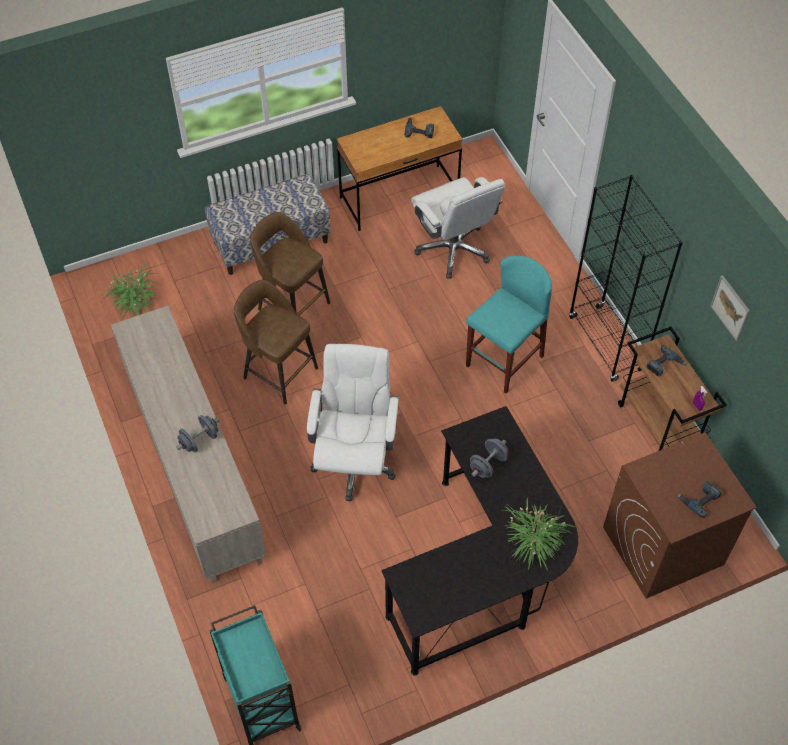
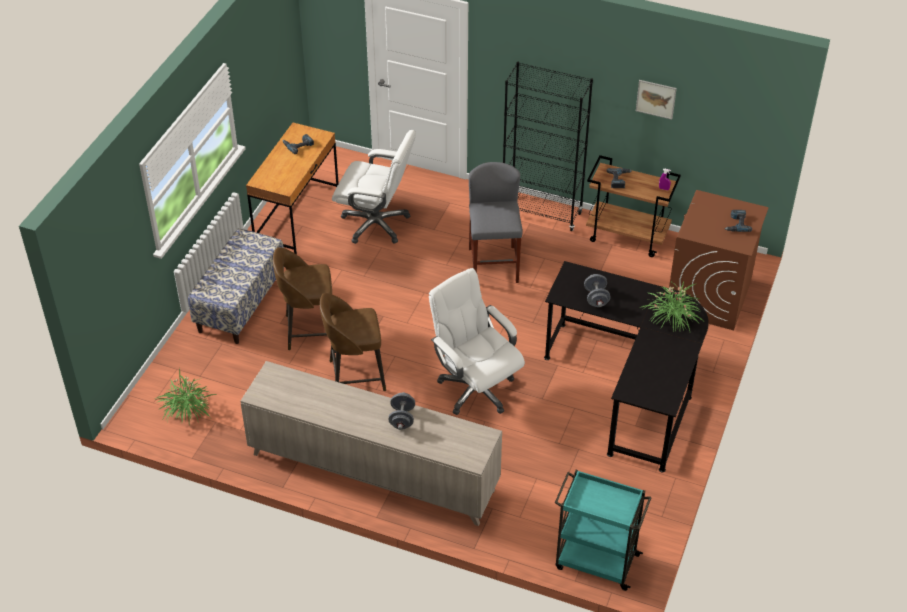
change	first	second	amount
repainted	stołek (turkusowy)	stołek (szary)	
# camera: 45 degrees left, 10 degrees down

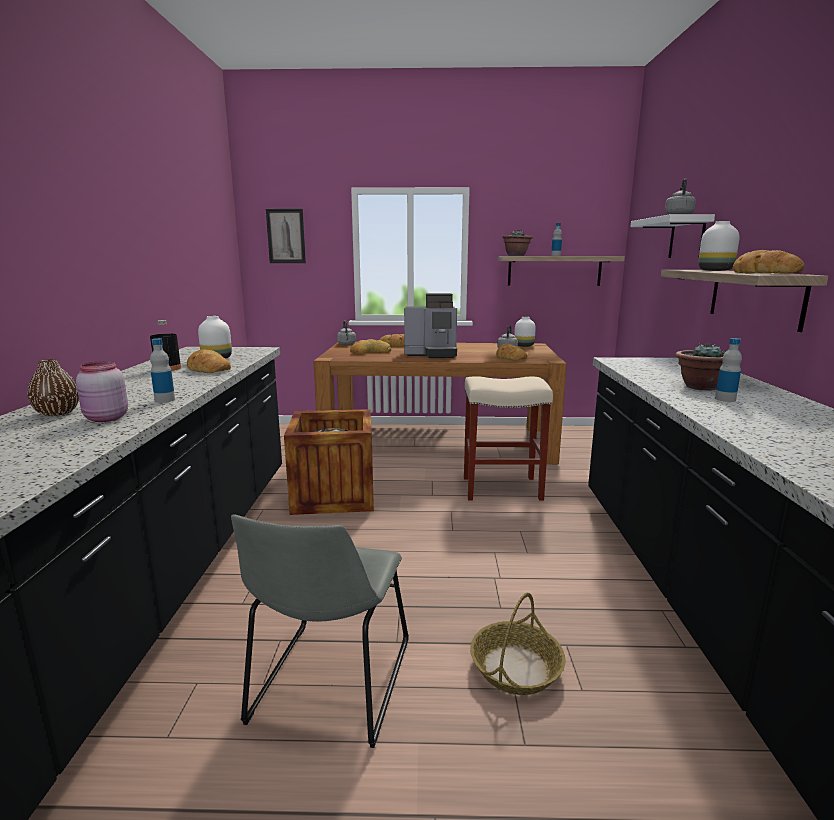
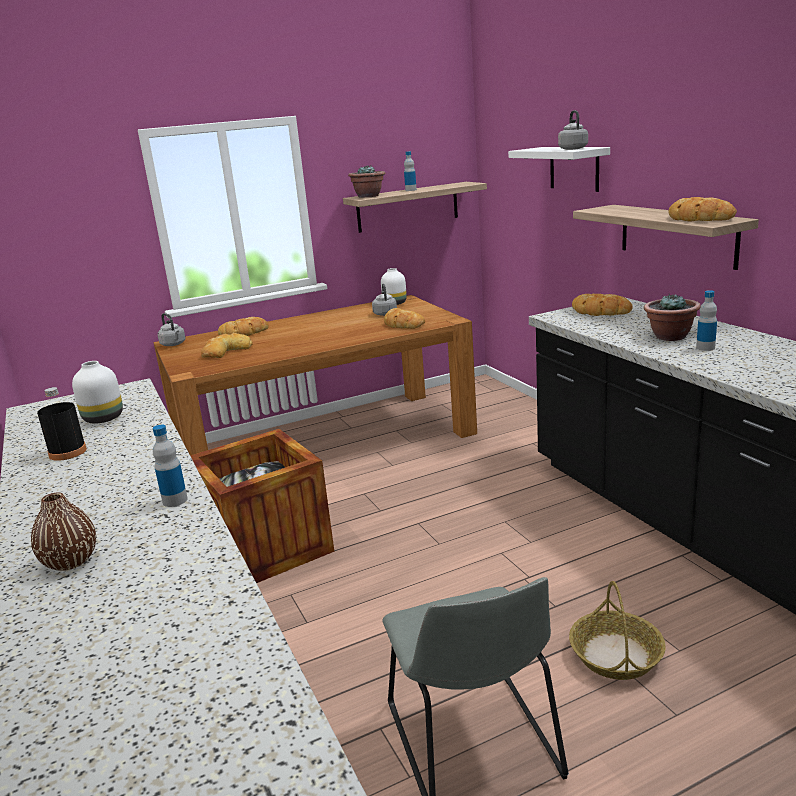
change	first	second	amount
gone	słoik (różowy)		
shifted	chleb (no. 1 from left in the first image)	chleb (no. 4 from left)	
gone	obraz		
gone	ekspres do kawy		
gone	stołek (beżowy)		
gone	wazon (biały) (no. 3 from left)		
# camera: 25 degrees left, 5 degrees up

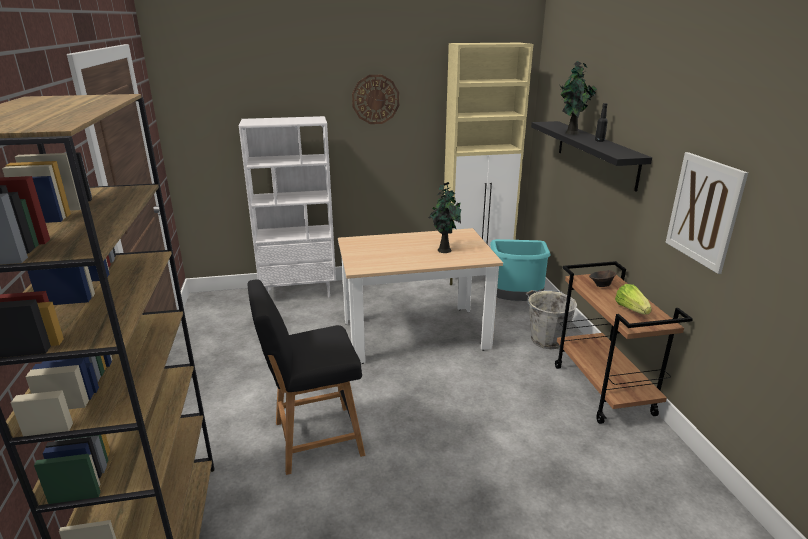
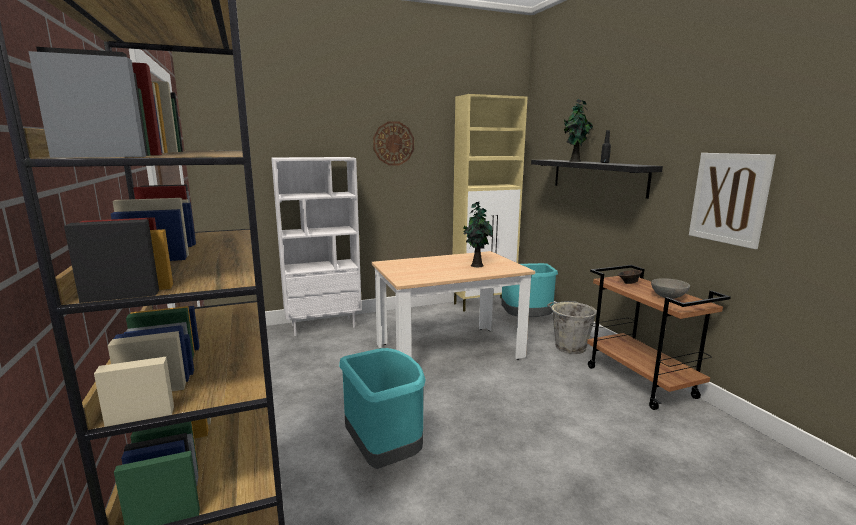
change	first	second	amount
swapped	stołek (czarny)	kosz na śmieci (turkusowy) (no. 1 from left)	
swapped	sałata	miska (szary)	
# camera: 10 degrees left, 10 degrees down

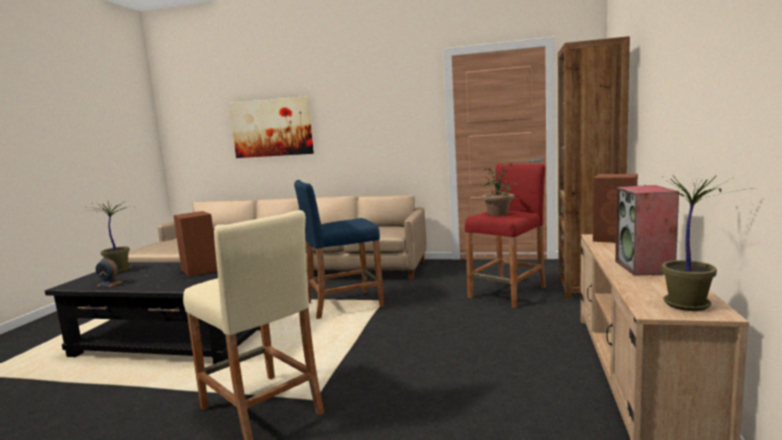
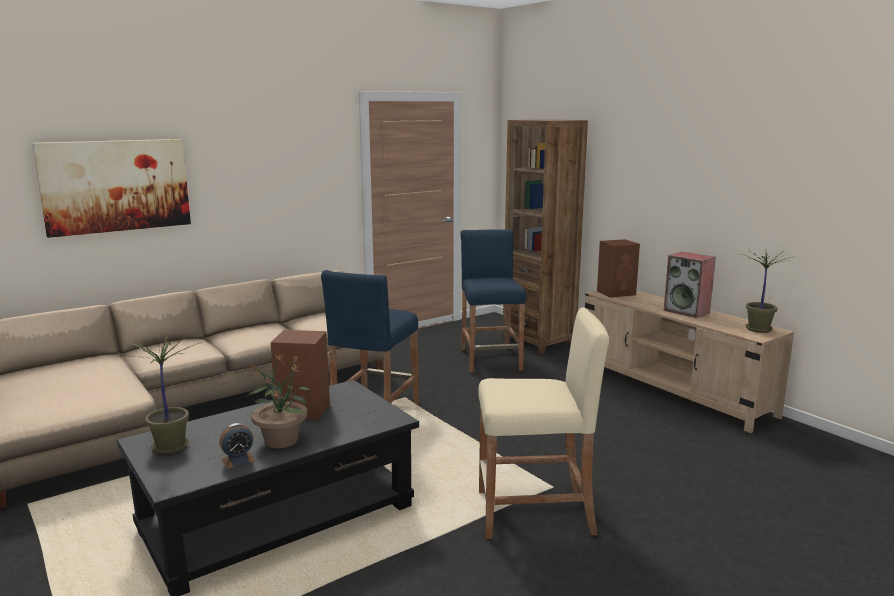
change	first	second	amount
repainted	stołek (czerwony)	stołek (niebieski) (no. 2 from left)	
shifted	roślina doniczkowa (no. 2 from left)		
# camera: 50 degrees left, 5 degrees up

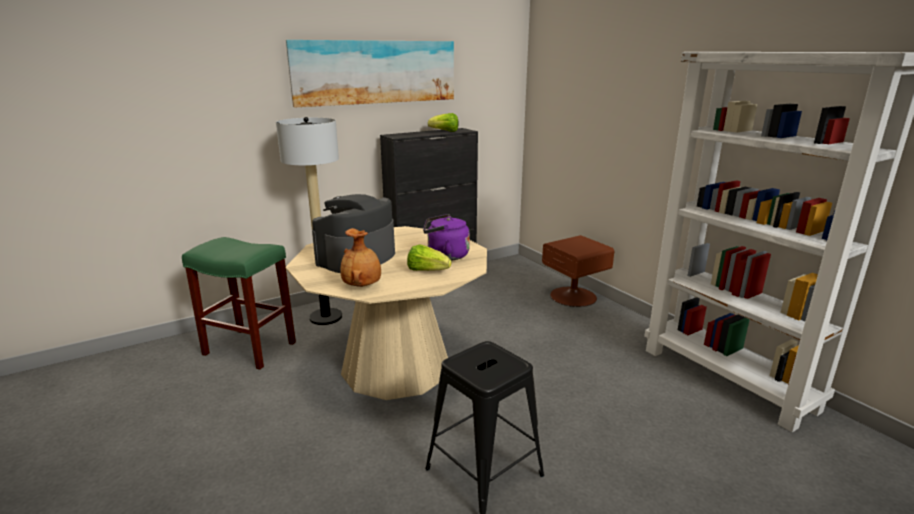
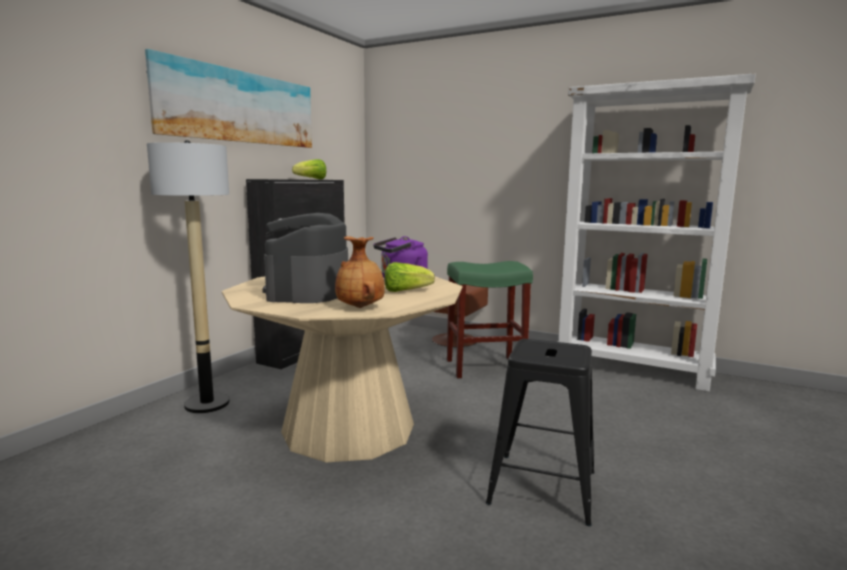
change	first	second	amount
shifted	stołek (zielony)		
# camera: 30 degrees left, 10 degrees down

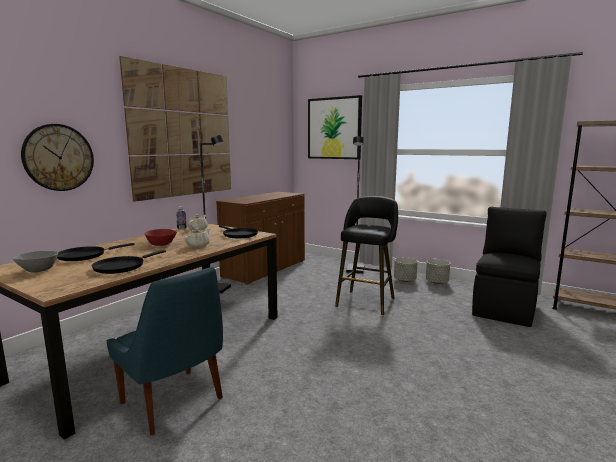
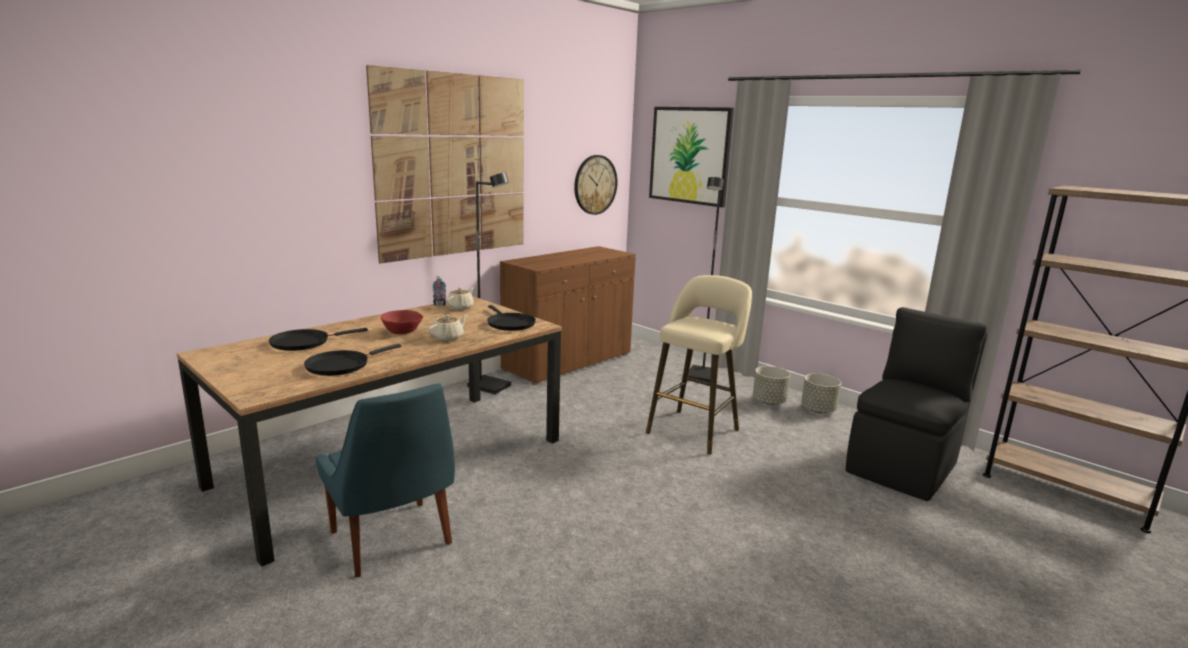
change	first	second	amount
gone	miska (szary)		
shifted	zegar ścienny		
repainted	stołek (czarny)	stołek (beżowy)	
# camera: 10 degrees right, 5 degrees up

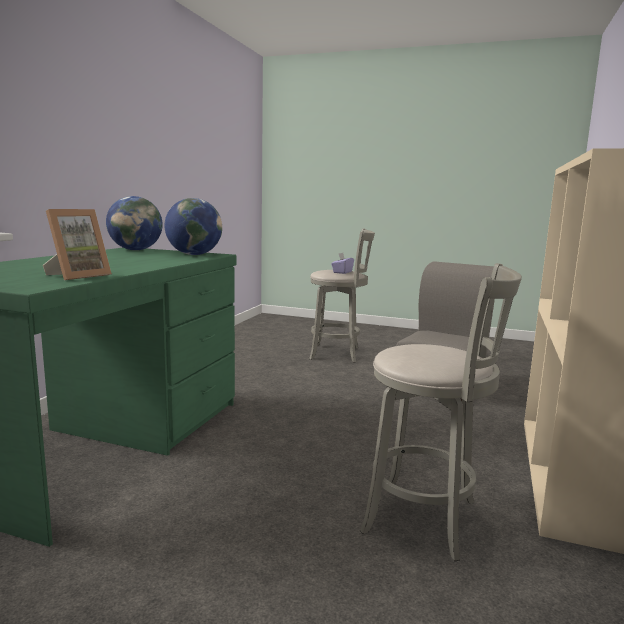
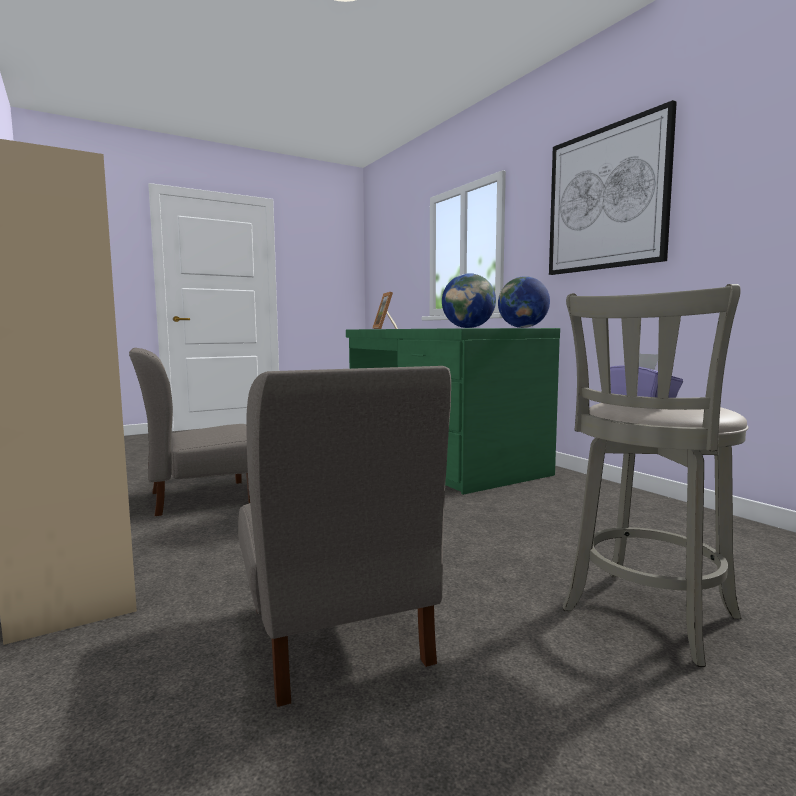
change	first	second	amount
swapped	stołek (szary) (no. 2 from left)	krzesło (szary) (no. 1 from left)	
new		obraz	
# camera: 130 degrees right, 5 degrees down

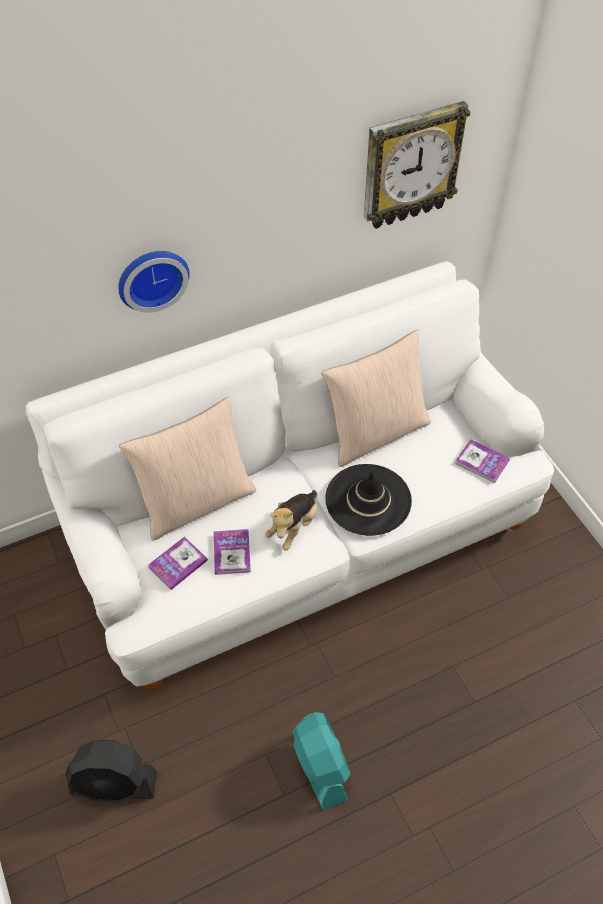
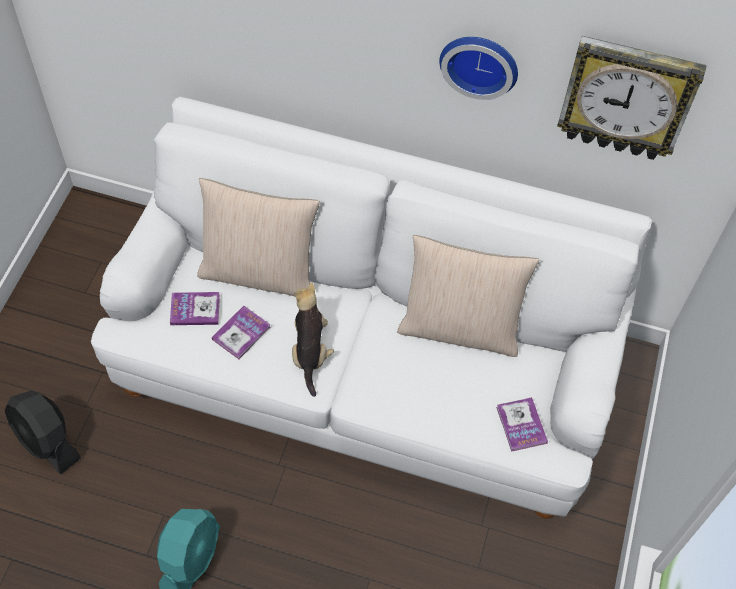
change	first	second	amount
shifted	zegar ścienny (no. 1 from left)		
rotated	pluszak		105 degrees clockwise
gone	kapelusz (czarny)		
# camera: 40 degrees right, 5 degrees up

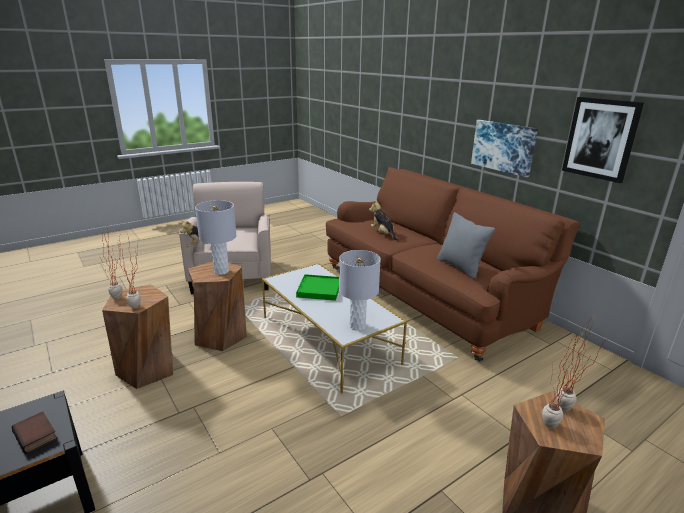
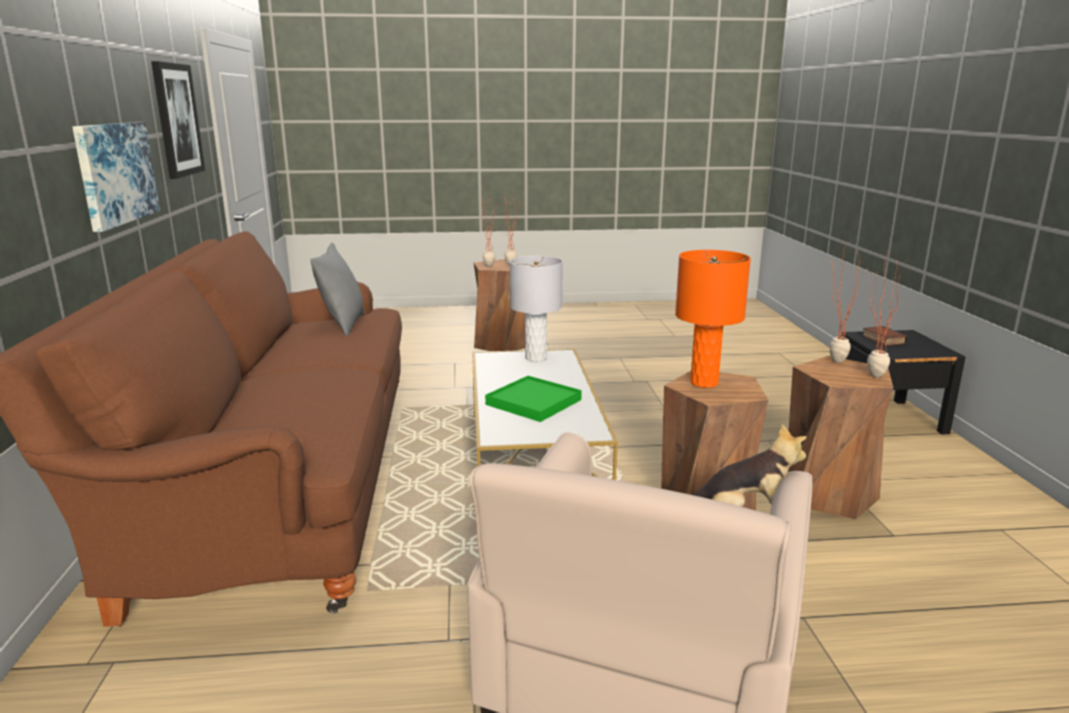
change	first	second	amount
repainted	lampa stołowa (szary) (no. 1 from left)	lampa stołowa (pomarańczowy)	
gone	pluszak (no. 2 from left)		
# camera: 150 degrees left, 5 degrees down

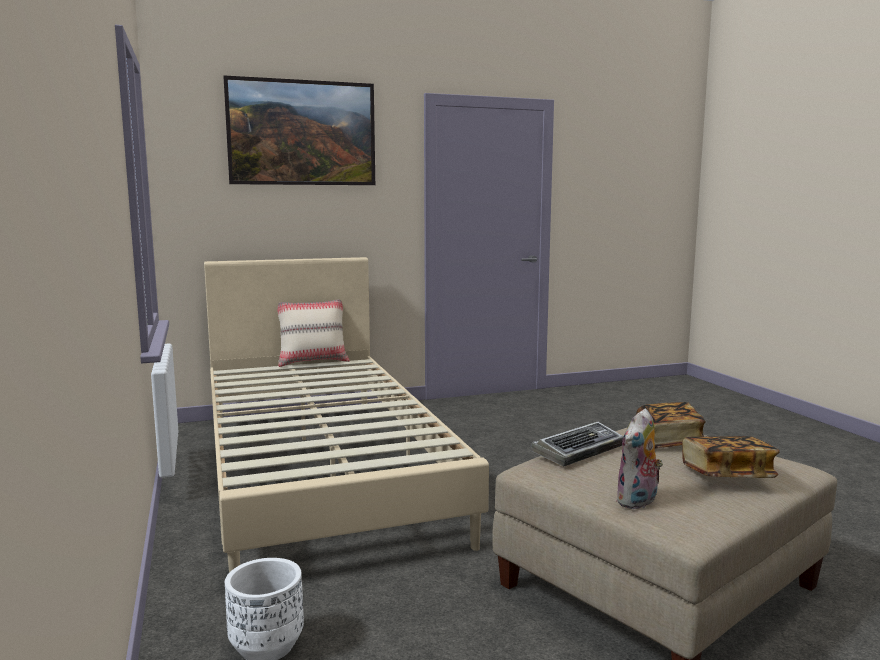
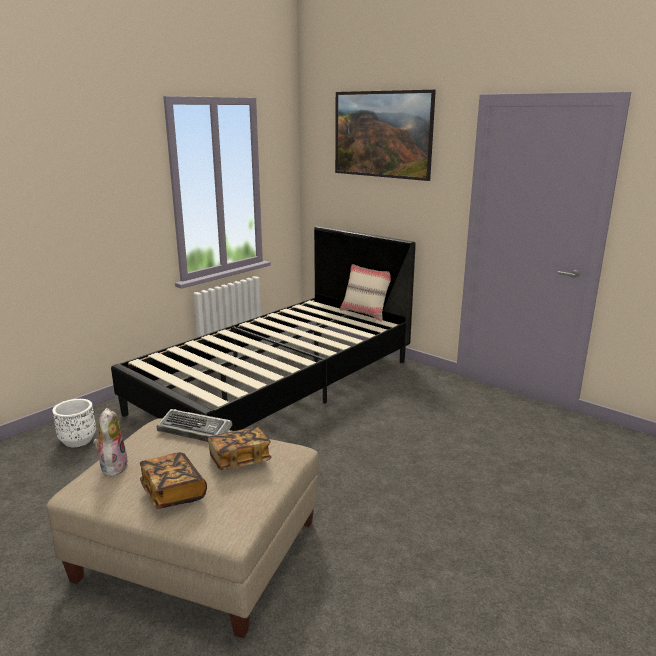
change	first	second	amount
repainted	łóżko (beżowy)	łóżko (czarny)	
rotated	pluszak		75 degrees clockwise
# camera: 60 degrees right, 10 degrees up

